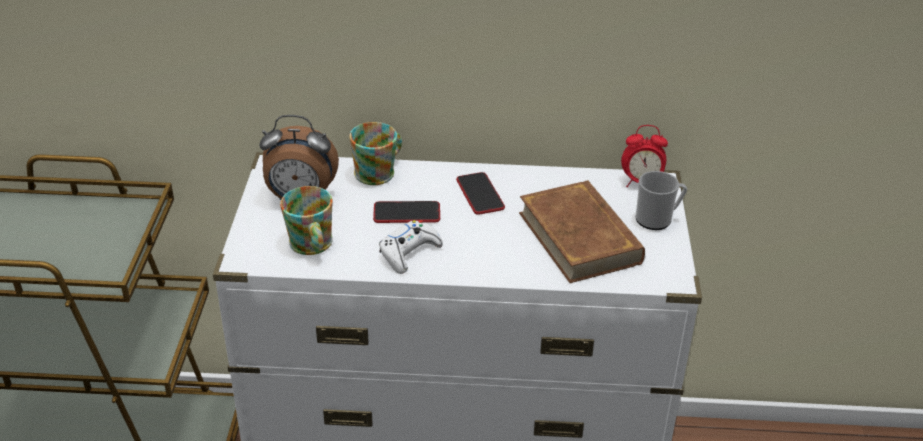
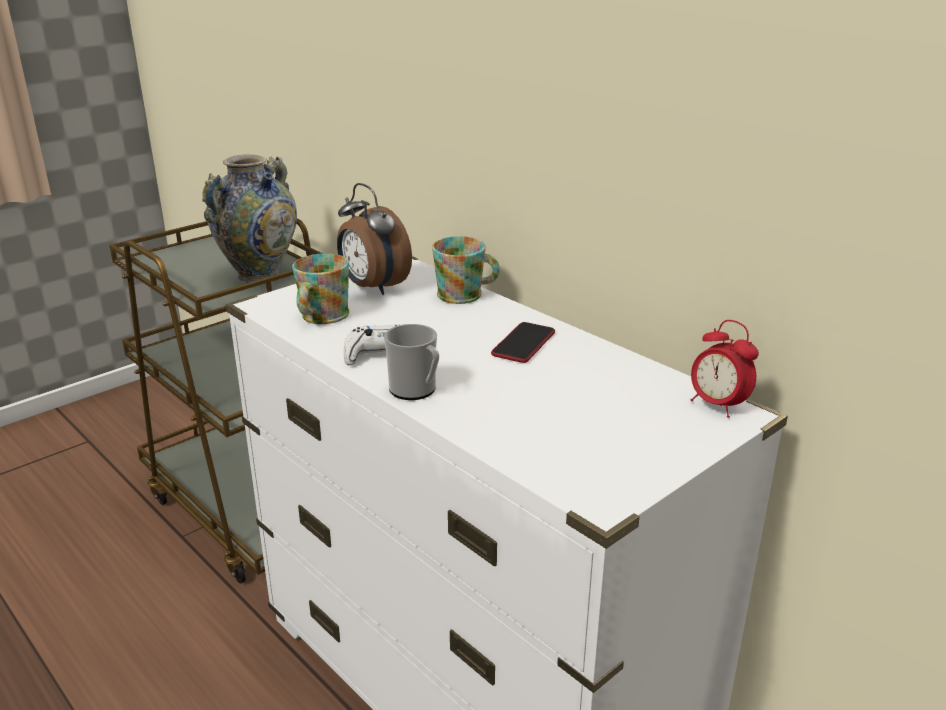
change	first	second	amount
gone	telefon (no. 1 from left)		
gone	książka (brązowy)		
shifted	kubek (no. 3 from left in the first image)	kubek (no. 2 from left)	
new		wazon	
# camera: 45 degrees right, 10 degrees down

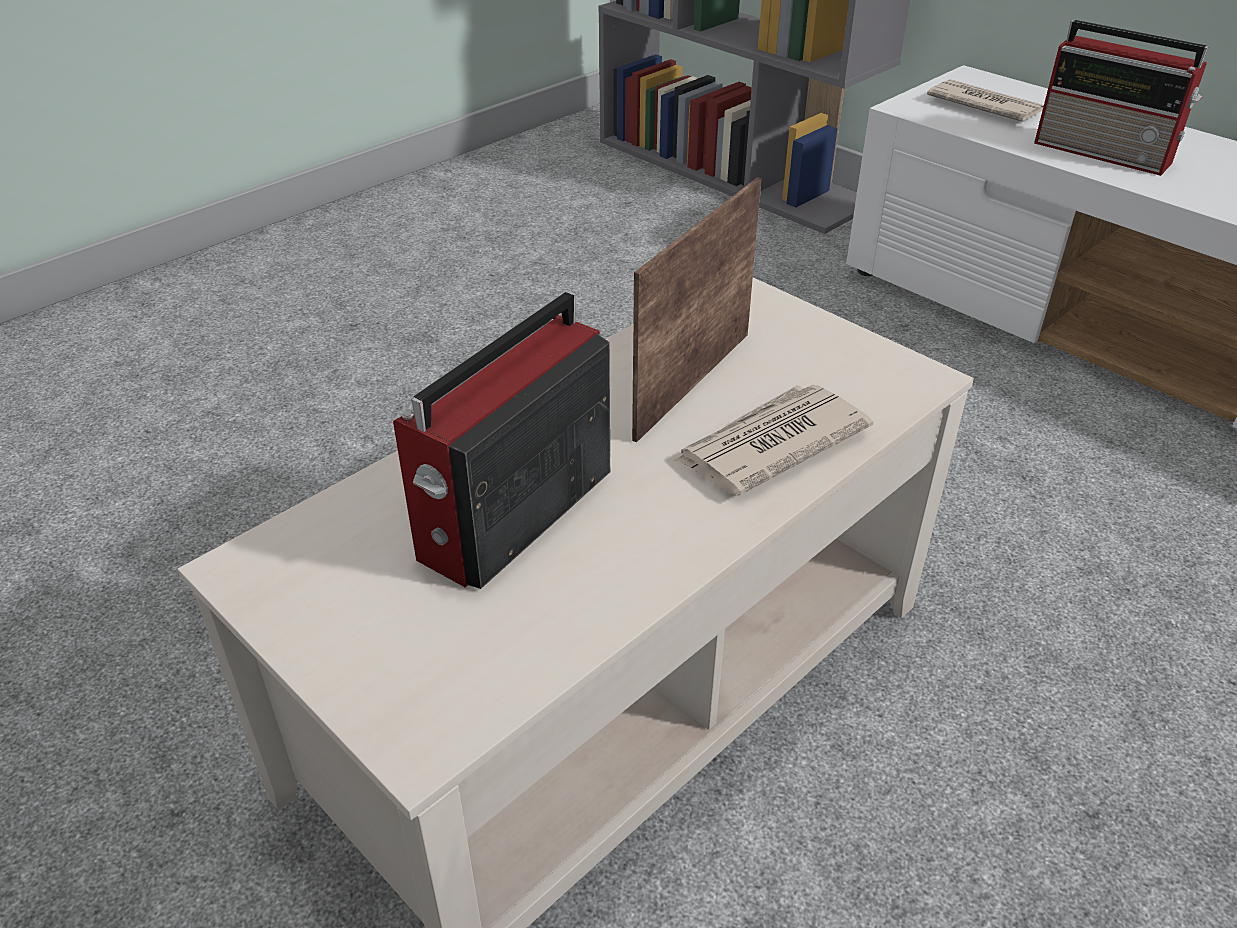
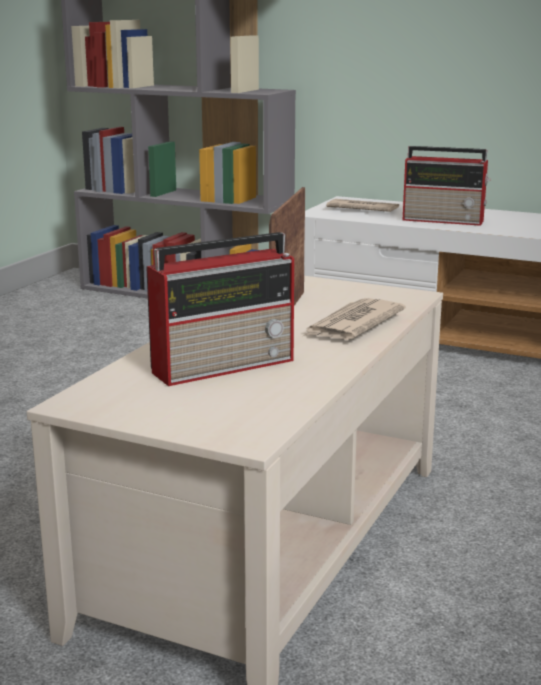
change	first	second	amount
rotated	radio (no. 1 from left)		135 degrees counterclockwise
# camera: 20 degrees left, 20 degrees down

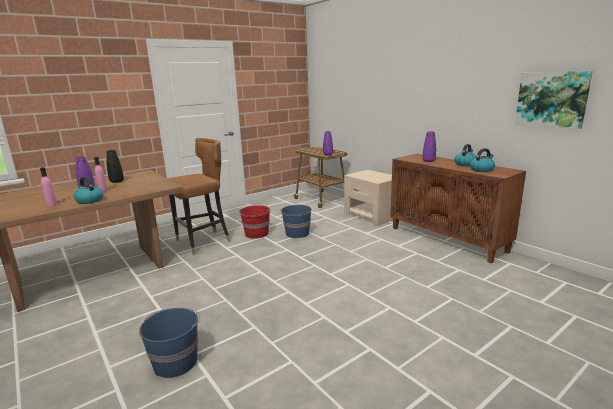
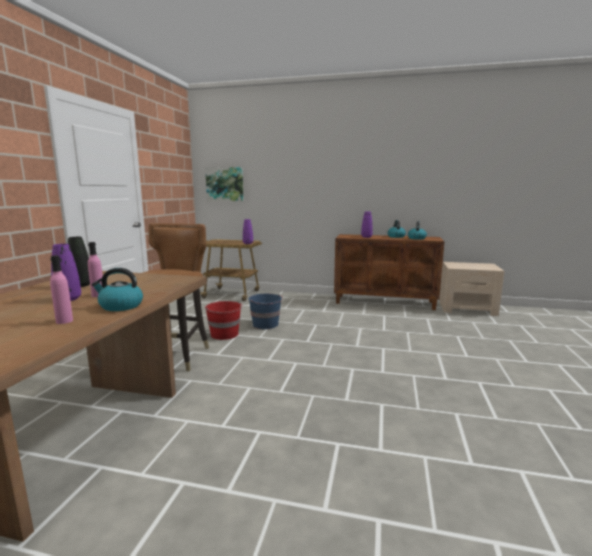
change	first	second	amount
gone	wiadro (niebieski) (no. 1 from left)		
shifted	szafka nocna (beżowy)		
shifted	obraz		
# camera: 40 degrees left, 5 degrees down

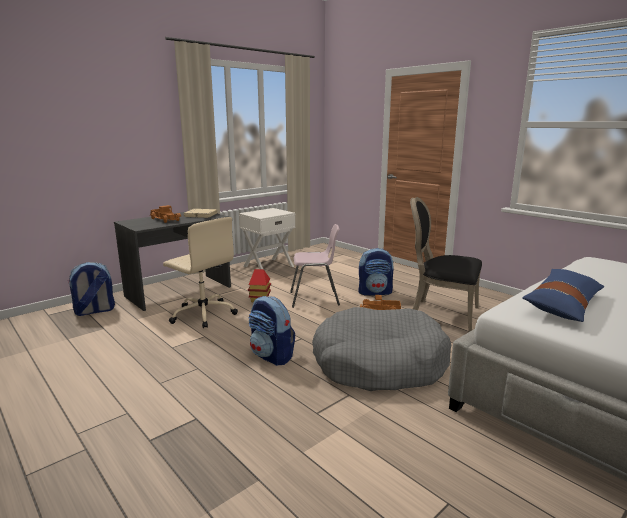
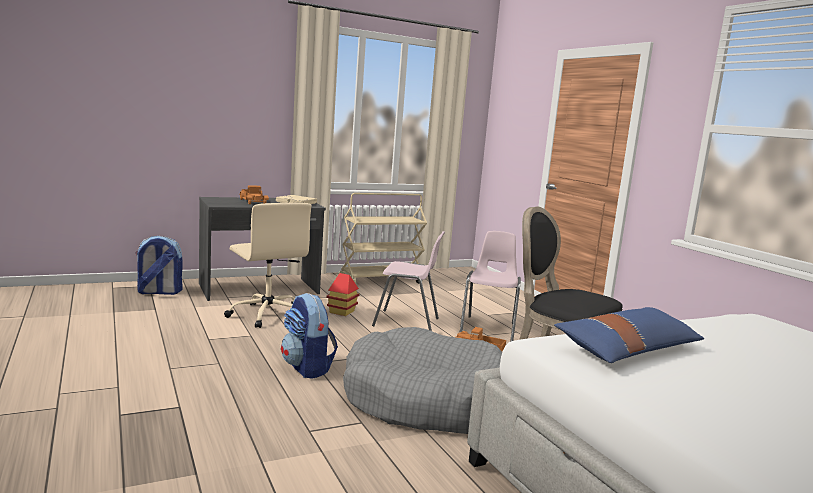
change	first	second	amount
swapped	szafka nocna (biały)	wózek (beżowy)	
swapped	plecak (no. 3 from left)	krzesło (różowy) (no. 2 from left)	
# camera: 15 degrees right, 5 degrees down

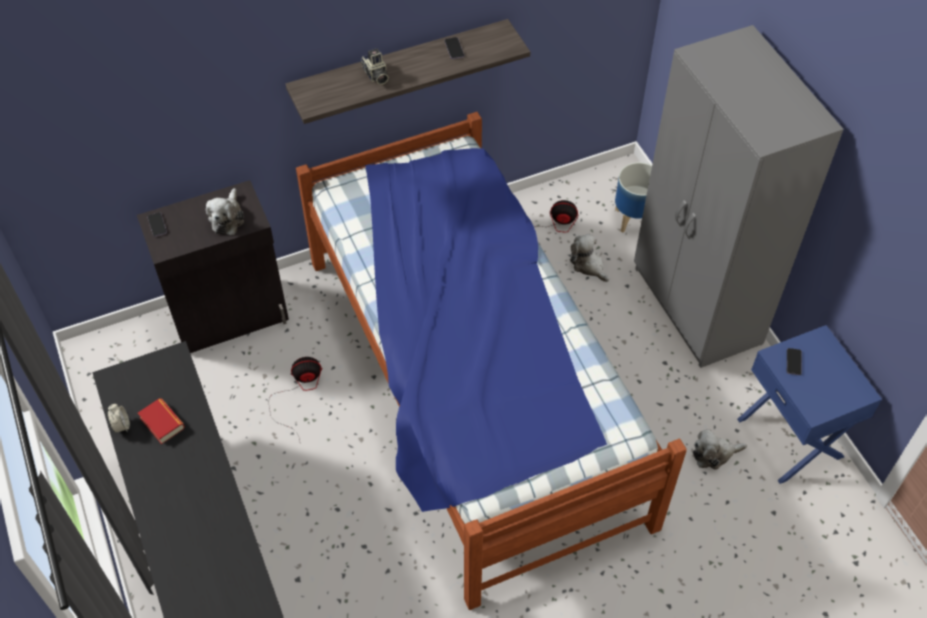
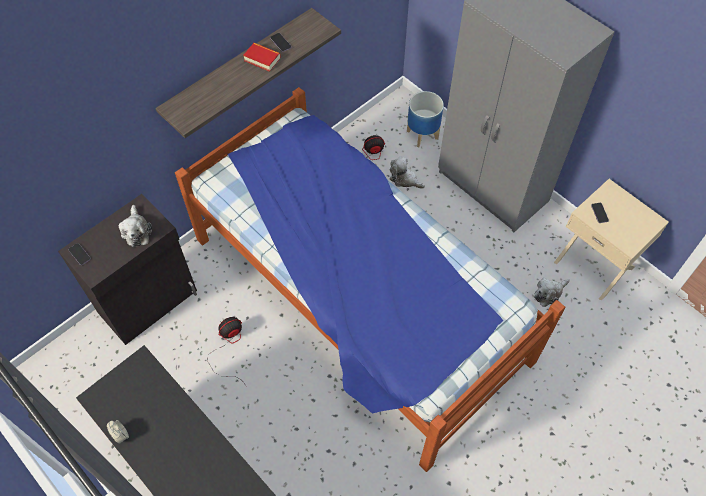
change	first	second	amount
shifted	książka		
gone	aparat fotograficzny		
repainted	szafka nocna (niebieski)	szafka nocna (beżowy)	
# camera: 20 degrees left, 5 degrees up

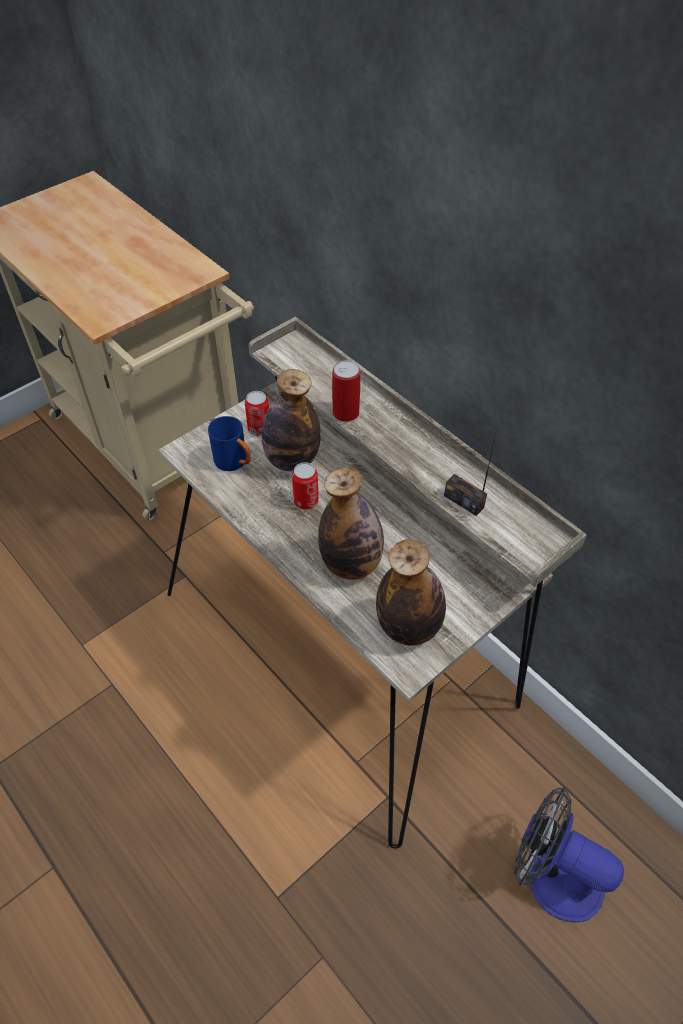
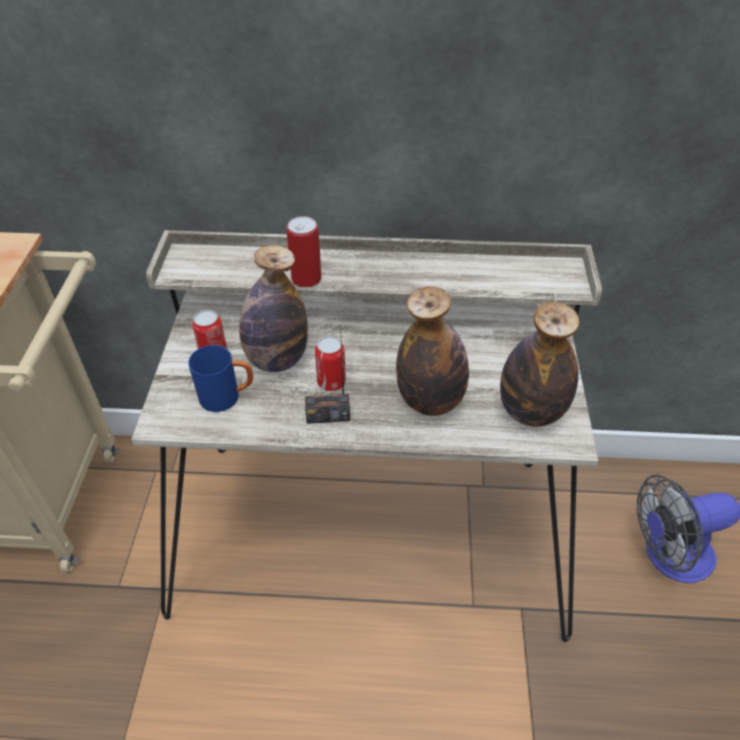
change	first	second	amount
shifted	radio		
# camera: 45 degrees left, 5 degrees down

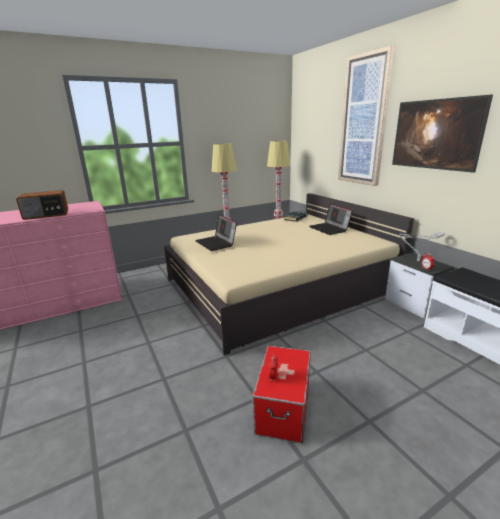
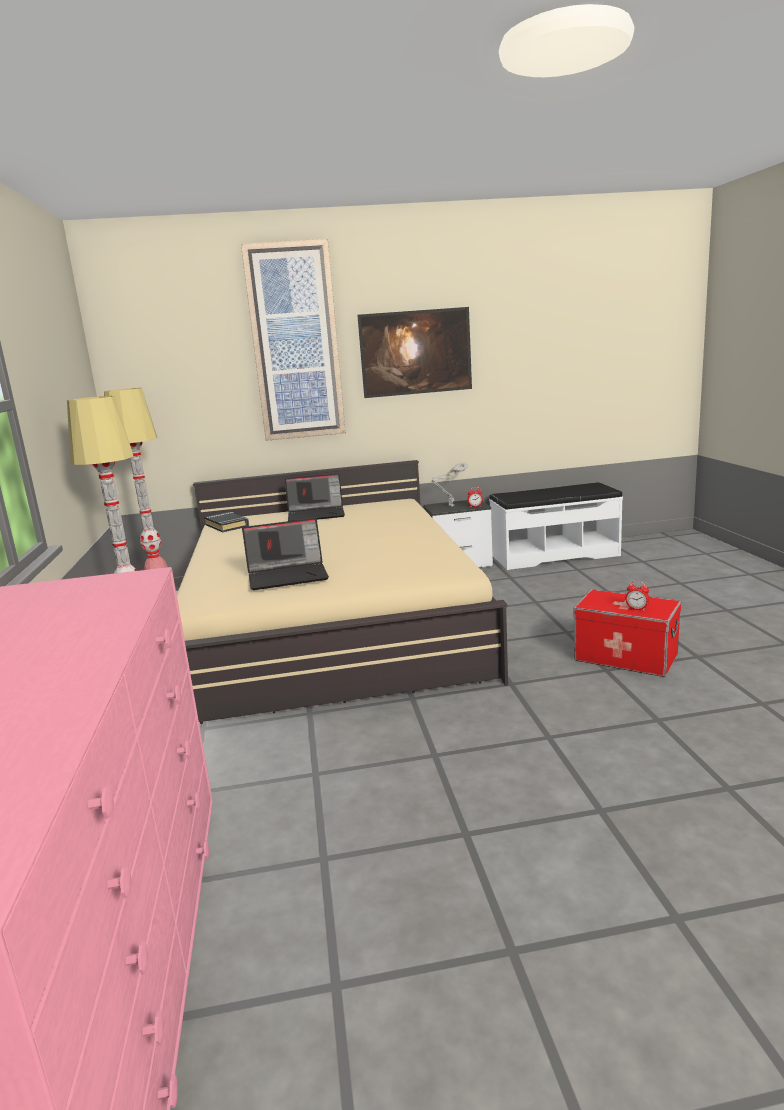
change	first	second	amount
gone	radio		
# camera: 70 degrees left, 5 degrees down

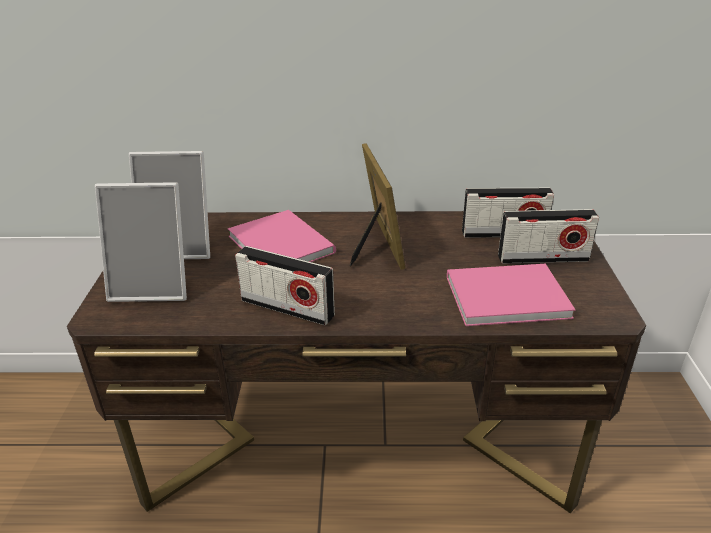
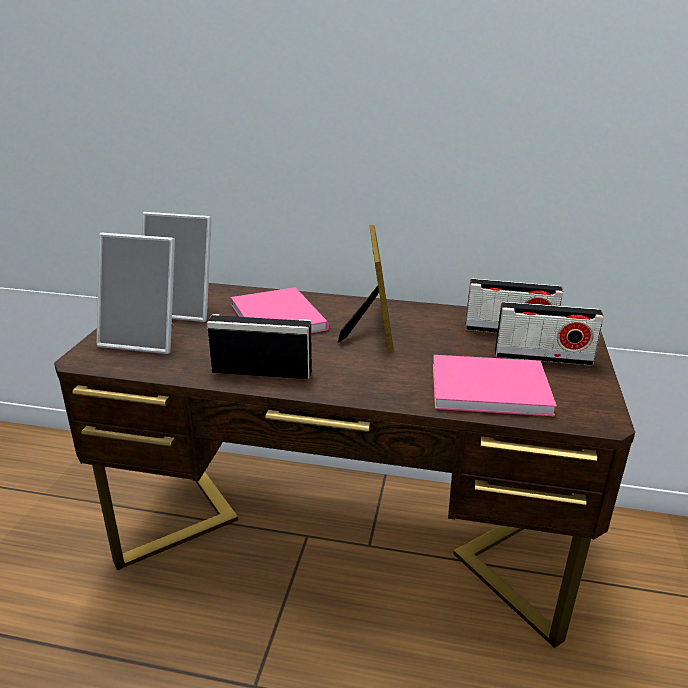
change	first	second	amount
rotated	radio (no. 1 from left)		150 degrees clockwise
# camera: 10 degrees right, 5 degrees down

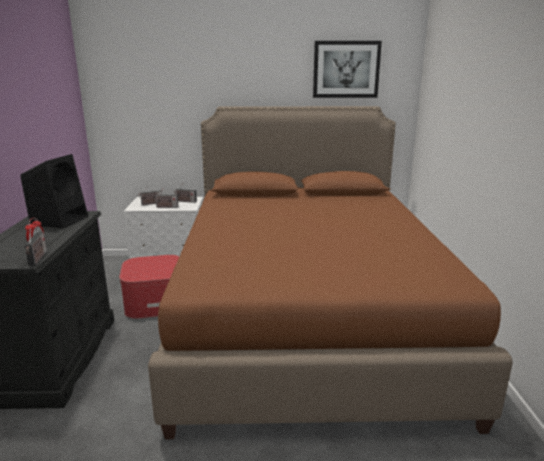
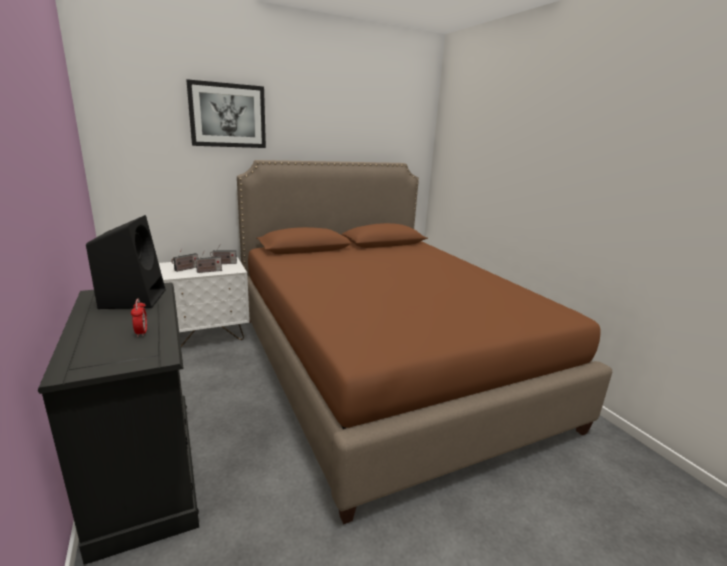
change	first	second	amount
gone	radio (no. 1 from left)		
gone	pufa		
shifted	obraz		
# camera: 25 degrees left, 0 degrees up

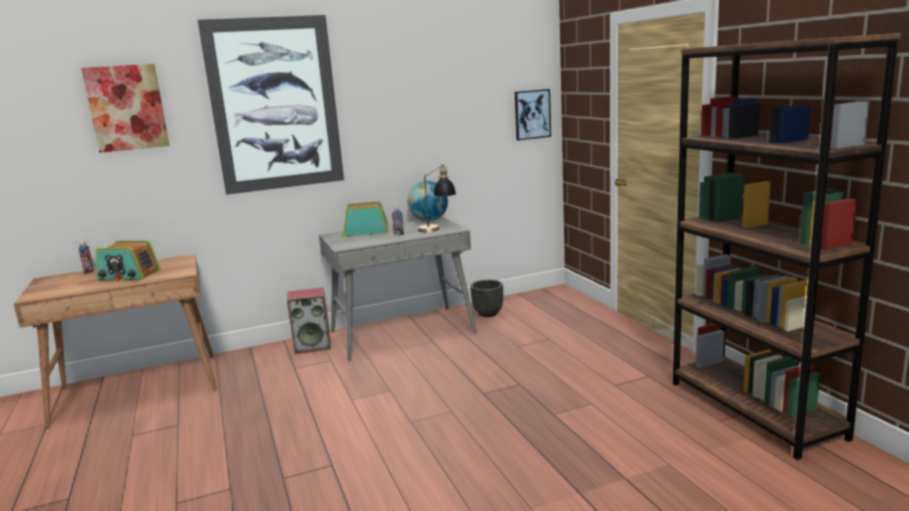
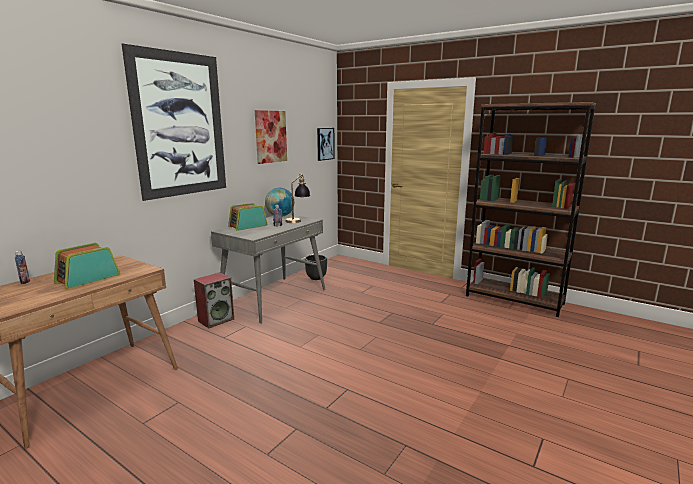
change	first	second	amount
shifted	obraz (no. 1 from left in the first image)	obraz (no. 2 from left)	
rotated	radio (no. 1 from left)		150 degrees clockwise
# camera: 35 degrees left, 0 degrees up

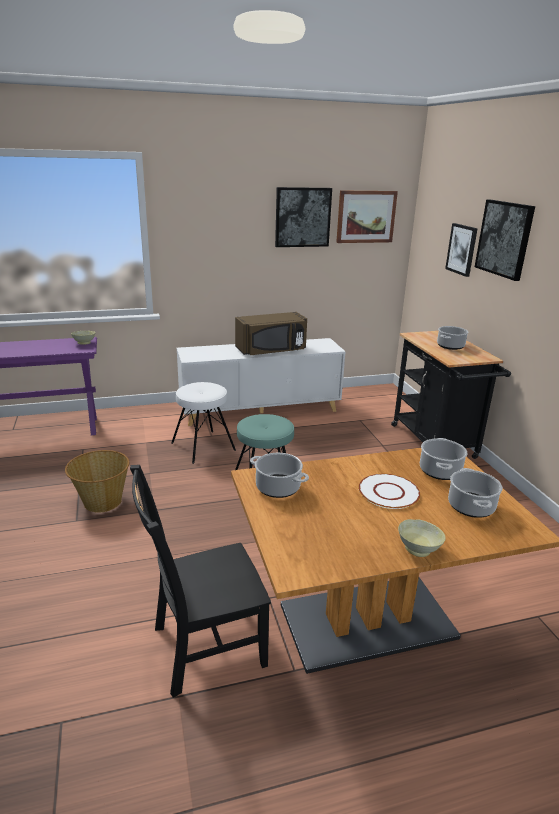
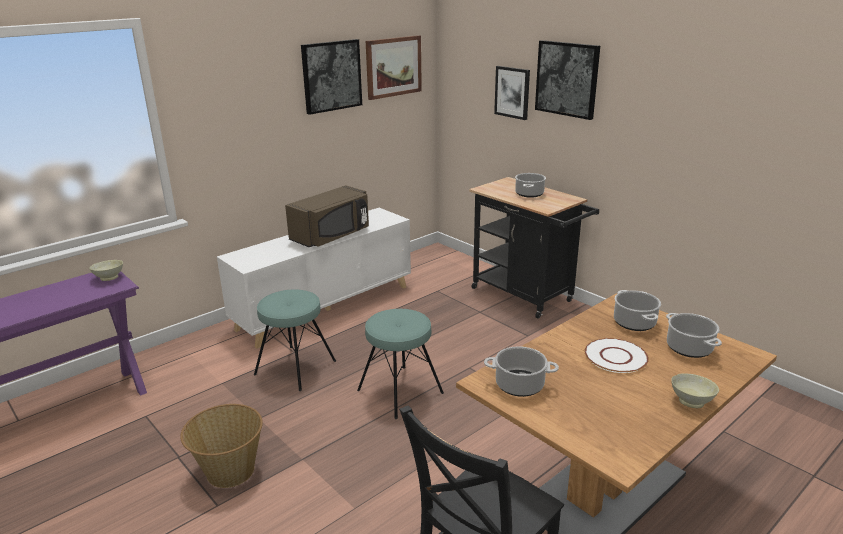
change	first	second	amount
repainted	stołek (biały)	stołek (turkusowy) (no. 1 from left)	
# camera: 25 degrees left, 0 degrees up

